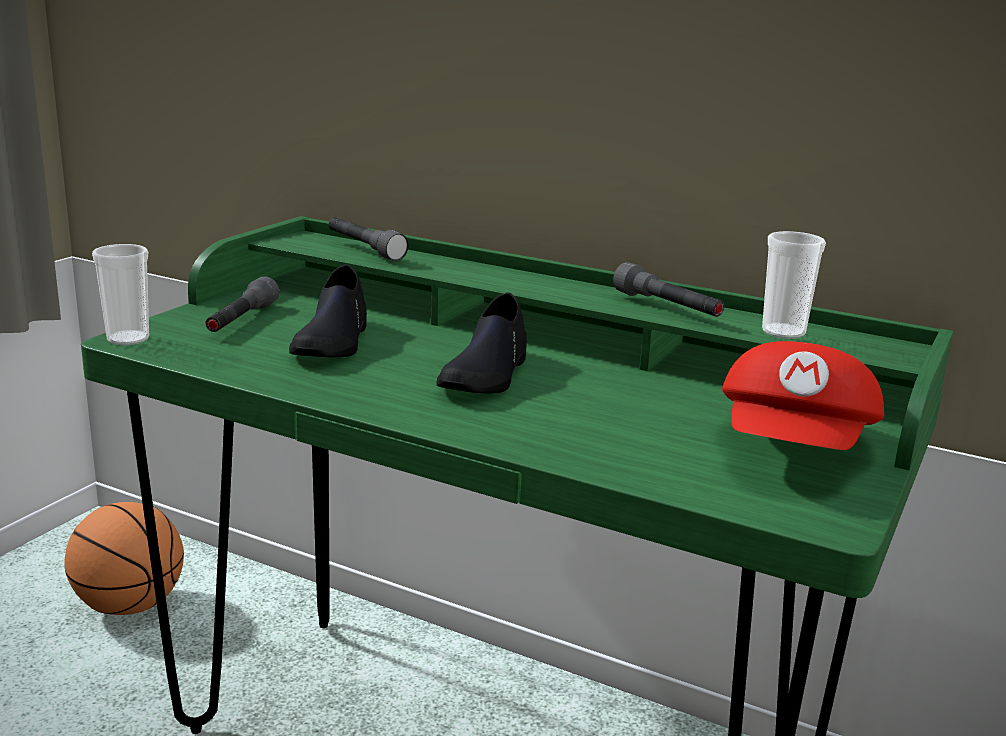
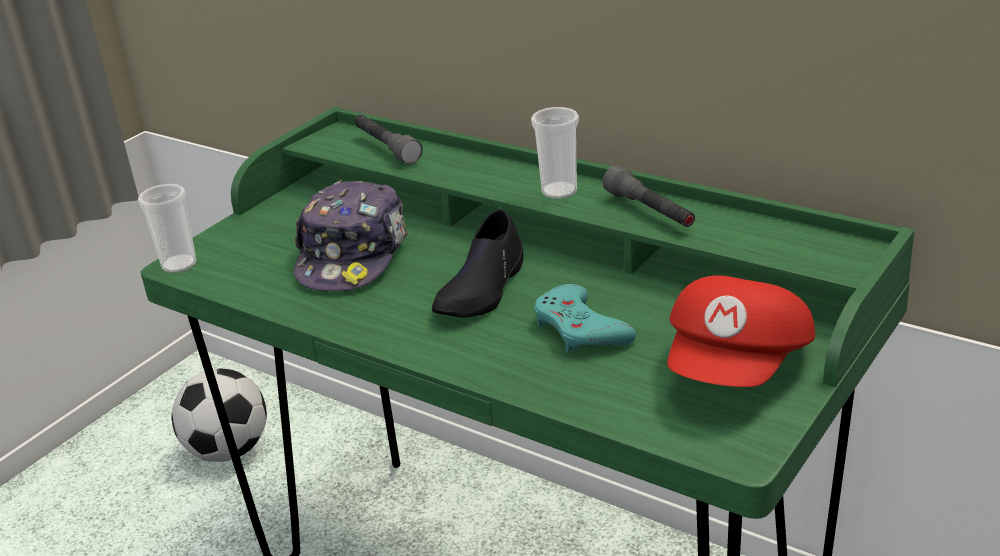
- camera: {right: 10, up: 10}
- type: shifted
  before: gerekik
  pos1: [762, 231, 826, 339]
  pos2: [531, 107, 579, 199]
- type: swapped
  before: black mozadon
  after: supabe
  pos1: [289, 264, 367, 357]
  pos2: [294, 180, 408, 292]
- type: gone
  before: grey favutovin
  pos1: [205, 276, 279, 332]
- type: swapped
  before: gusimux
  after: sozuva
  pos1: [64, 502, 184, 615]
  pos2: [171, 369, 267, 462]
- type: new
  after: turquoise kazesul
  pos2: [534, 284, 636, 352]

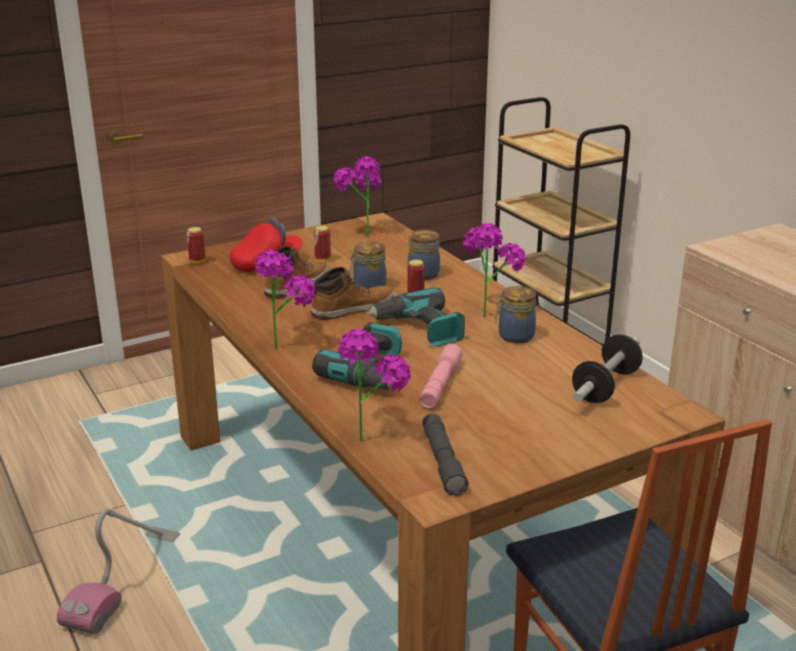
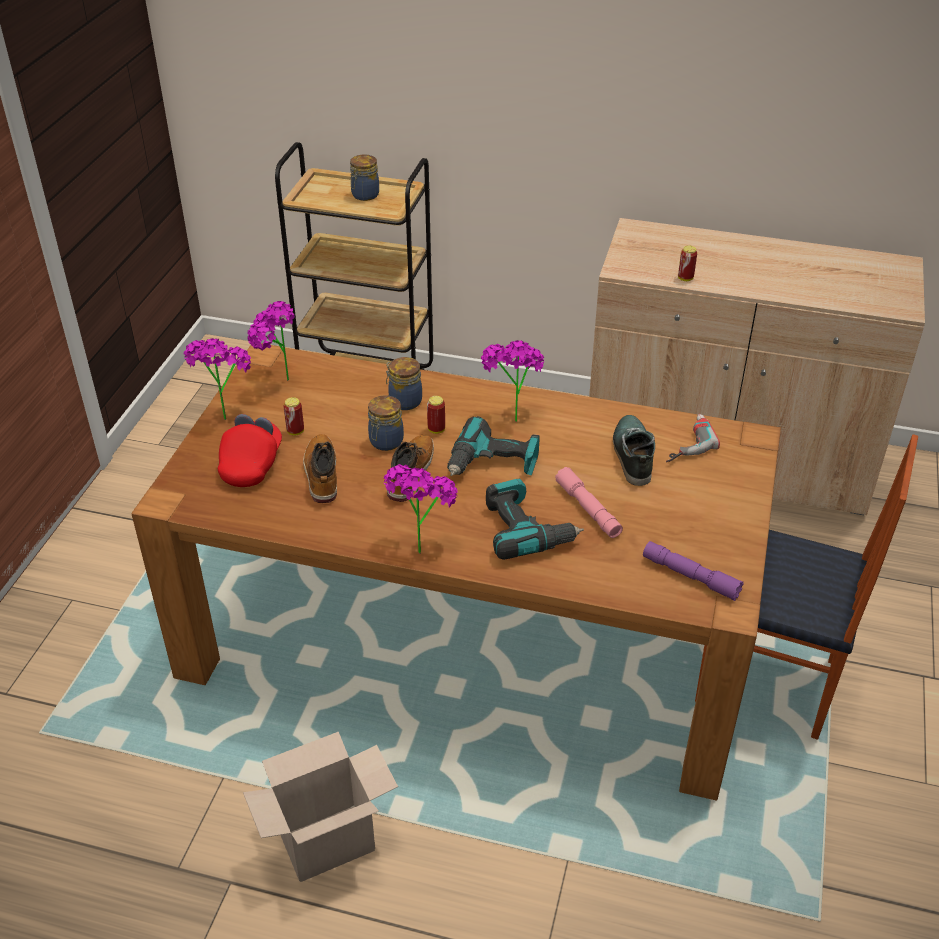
- camera: {right: -45, up: 15}
- type: shifted
  before: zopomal
  pos1: [187, 227, 205, 263]
  pos2: [678, 246, 697, 281]
- type: shifted
  before: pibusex
  pos1: [495, 286, 536, 344]
  pos2: [350, 154, 379, 201]
- type: shifted
  before: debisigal
  pos1: [338, 329, 411, 441]
  pos2: [184, 338, 251, 420]
- type: swapped
  before: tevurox
  after: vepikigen
  pos1: [572, 334, 643, 403]
  pos2: [666, 414, 720, 462]
- type: repainted
  before: grey favutovin
  after: purple favutovin
  pos1: [422, 414, 469, 496]
  pos2: [643, 541, 744, 601]
- type: swapped
  before: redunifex
  after: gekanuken
  pos1: [57, 509, 180, 634]
  pos2: [243, 731, 398, 882]
- type: new
  after: mozadon
  pos2: [613, 415, 655, 486]

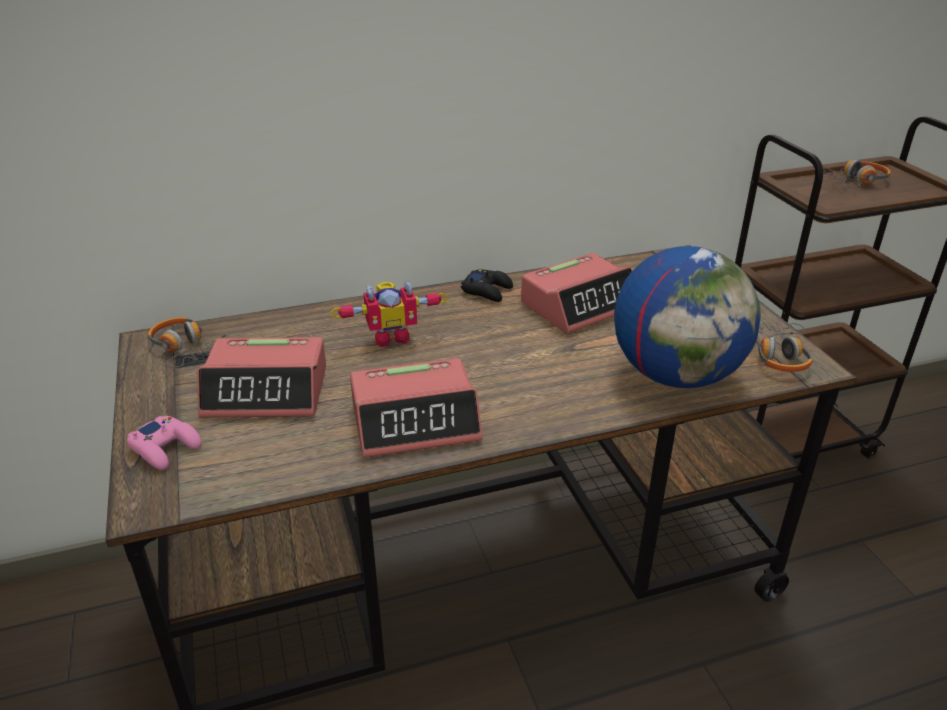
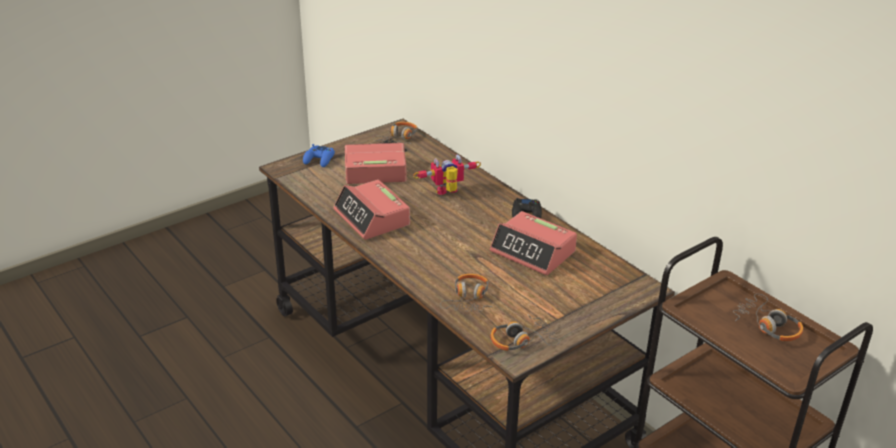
- camera: {right: 70, up: 0}
- type: swapped
  before: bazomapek
  after: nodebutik
  pos1: [614, 246, 761, 388]
  pos2: [440, 274, 492, 312]
- type: rotated
  before: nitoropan
  pos1: [331, 280, 448, 347]
  pos2: [413, 154, 481, 195]
  turn: 105
- type: rotated
  before: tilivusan
  pos1: [197, 337, 326, 418]
  pos2: [345, 143, 406, 184]
  turn: 105
- type: repainted
  before: pink kazesul
  after: blue kazesul
  pos1: [127, 416, 202, 470]
  pos2: [303, 144, 335, 167]

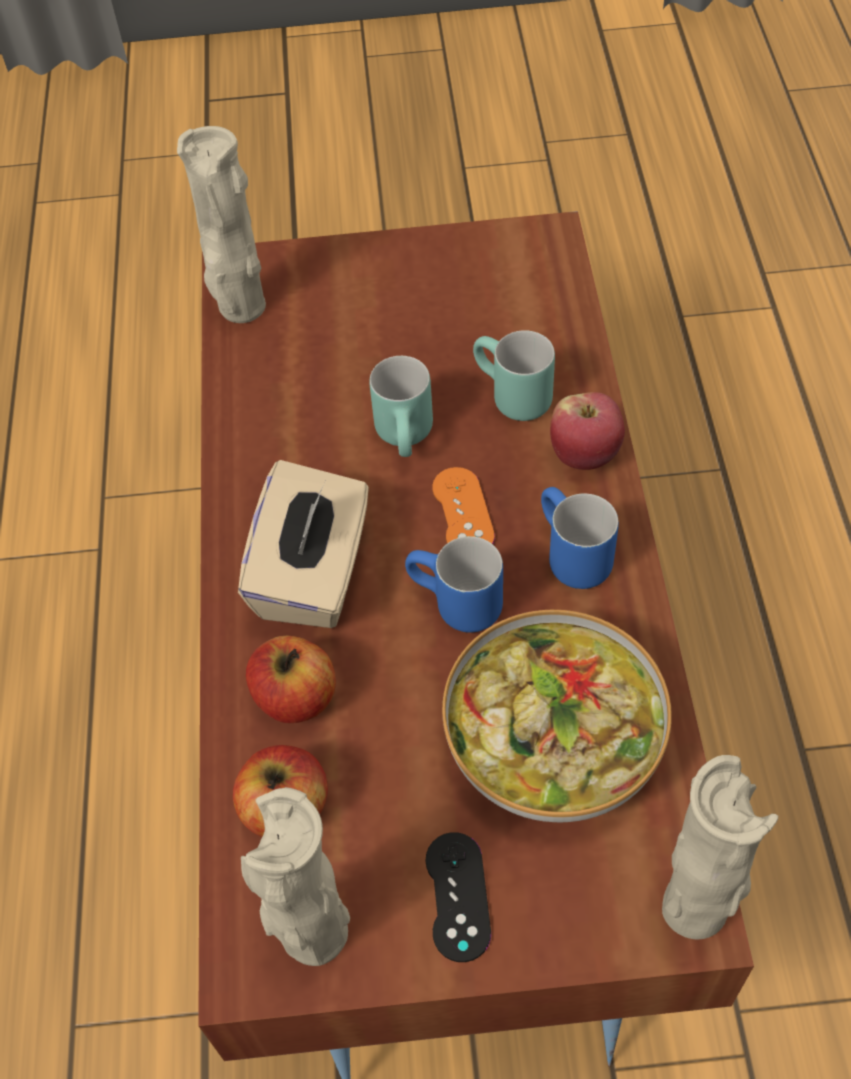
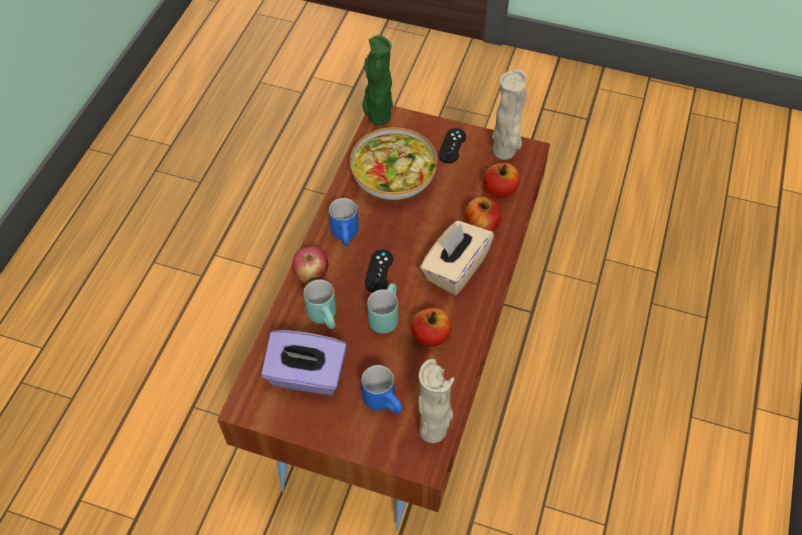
- camera: {right: -160, up: 0}
- type: repainted
  before: orange kazesul
  after: black kazesul
  pos1: [432, 467, 495, 544]
  pos2: [364, 249, 393, 292]
- type: shifted
  before: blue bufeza
  pos1: [405, 536, 503, 632]
  pos2: [361, 365, 402, 414]
- type: repainted
  before: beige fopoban
  after: green fopoban
  pos1: [662, 755, 778, 939]
  pos2: [362, 35, 393, 125]
- type: new
  after: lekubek
  pos2: [411, 308, 452, 347]
- type: new
  after: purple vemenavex
  pos2: [261, 330, 347, 395]

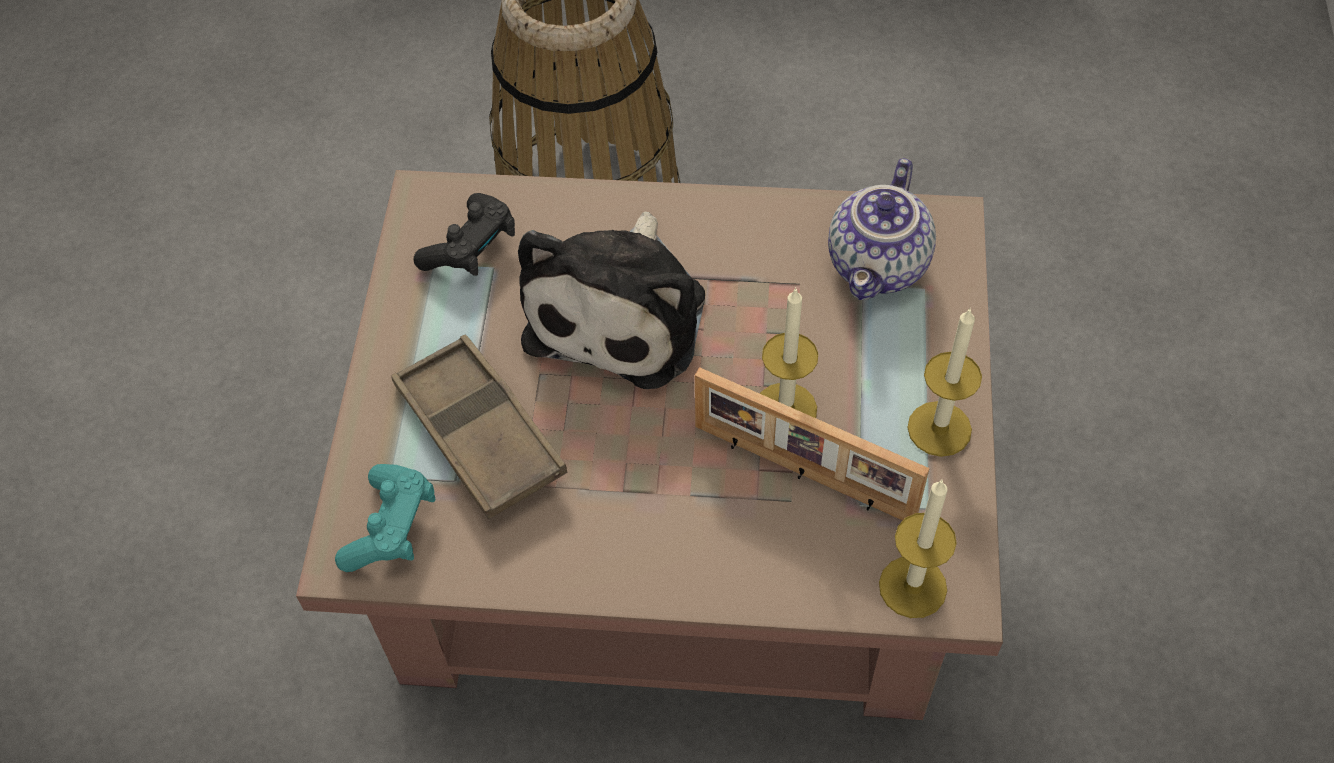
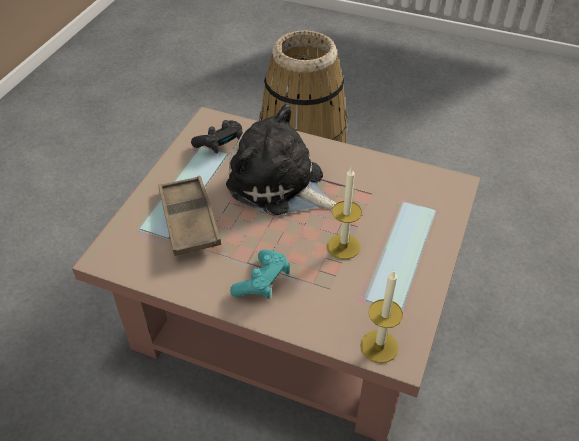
- camera: {right: 15, up: -10}
- type: gone
  before: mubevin
  pos1: [828, 158, 936, 300]
- type: rotated
  before: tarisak
  pos1: [518, 212, 705, 389]
  pos2: [226, 104, 337, 216]
  turn: 90
- type: gone
  before: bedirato
  pos1: [907, 309, 982, 457]
- type: gone
  before: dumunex
  pos1: [695, 367, 930, 520]
- type: shifted
  before: turquoise kazesul
  pos1: [335, 464, 435, 572]
  pos2: [230, 250, 290, 299]

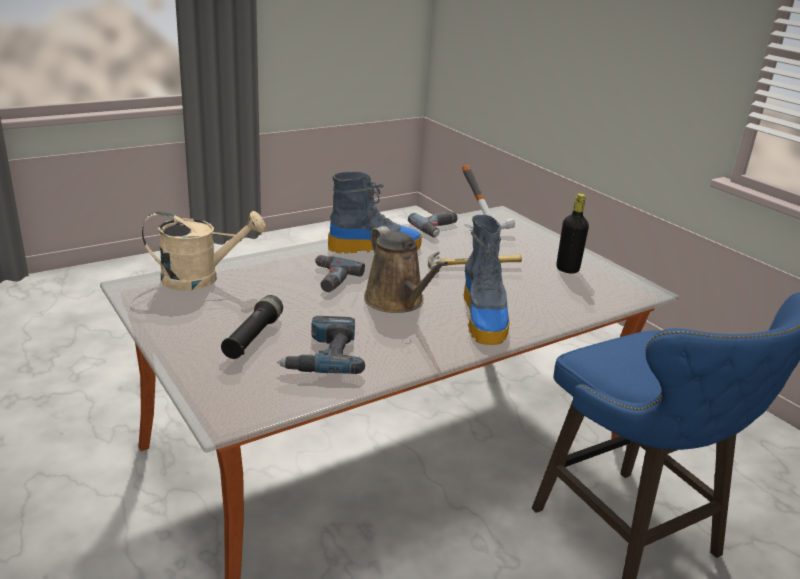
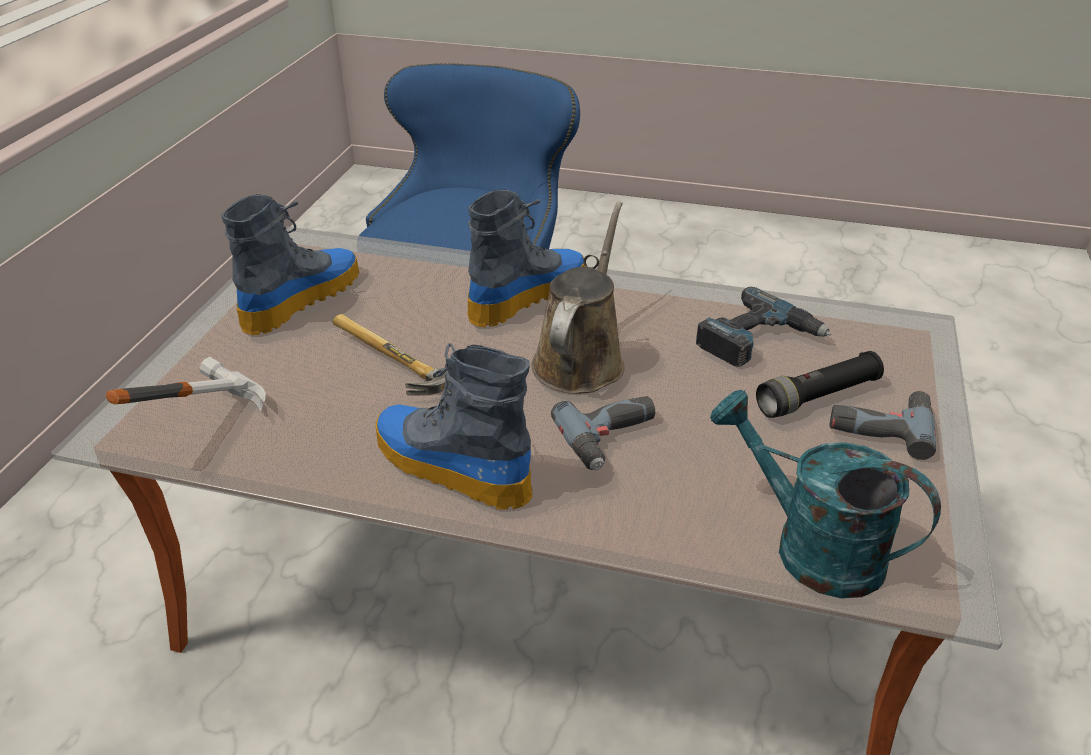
- camera: {right: -130, up: 10}
- type: swapped
  before: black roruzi
  after: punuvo
  pos1: [556, 193, 589, 274]
  pos2: [221, 194, 359, 335]
- type: repainted
  before: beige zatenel
  after: turquoise zatenel
  pos1: [141, 211, 266, 291]
  pos2: [710, 390, 941, 598]
- type: shifted
  before: vepikigen
  pos1: [408, 211, 457, 237]
  pos2: [829, 391, 936, 460]

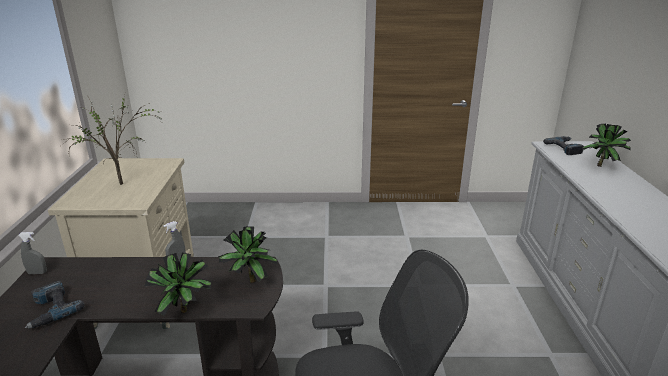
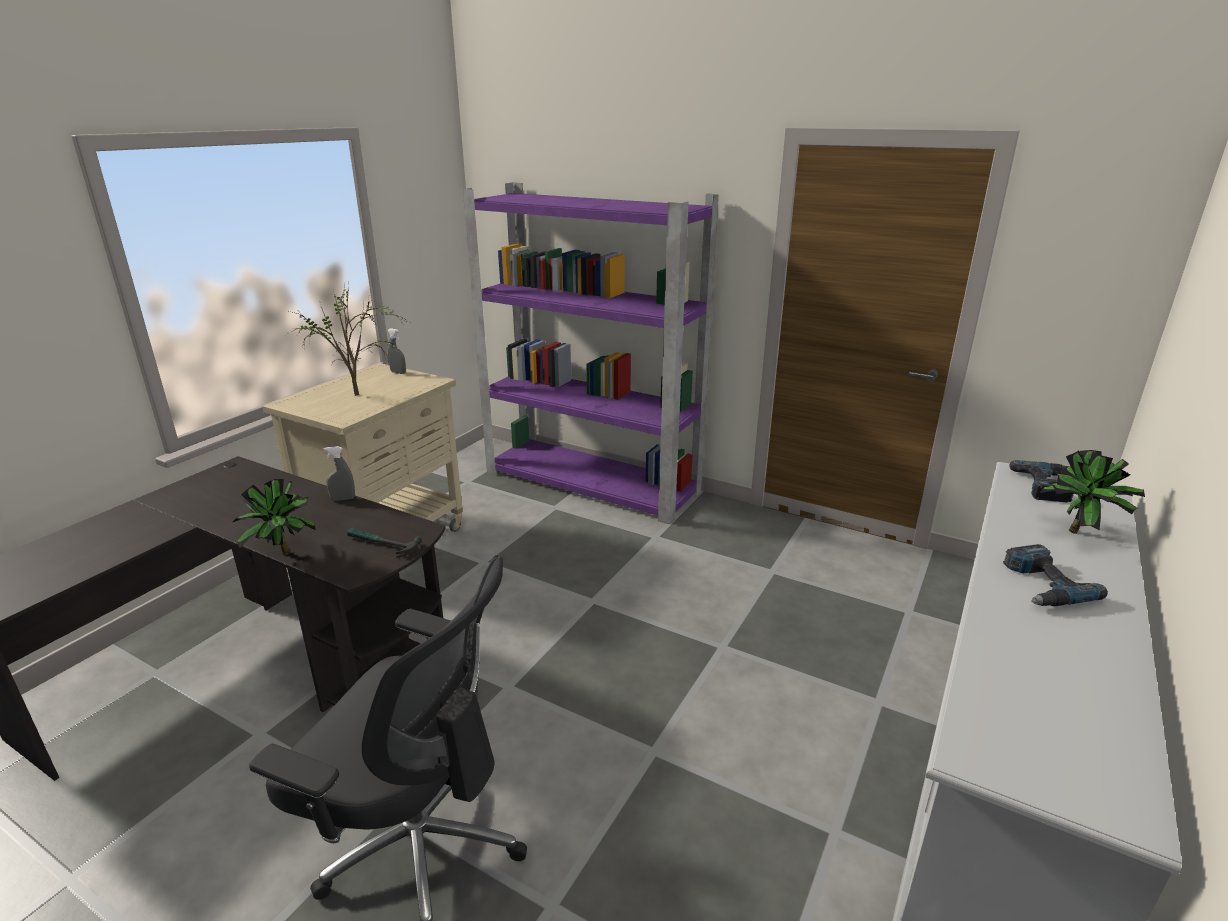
- camera: {right: 30, up: 0}
- type: swapped
  before: debisigal
  after: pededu
  pos1: [218, 226, 277, 283]
  pos2: [347, 527, 422, 558]
- type: shifted
  before: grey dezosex
  pos1: [18, 232, 47, 274]
  pos2: [387, 328, 406, 374]
- type: shifted
  before: vepikigen
  pos1: [25, 281, 85, 329]
  pos2: [1003, 544, 1108, 606]
- type: new
  after: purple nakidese
  pos2: [463, 182, 719, 524]

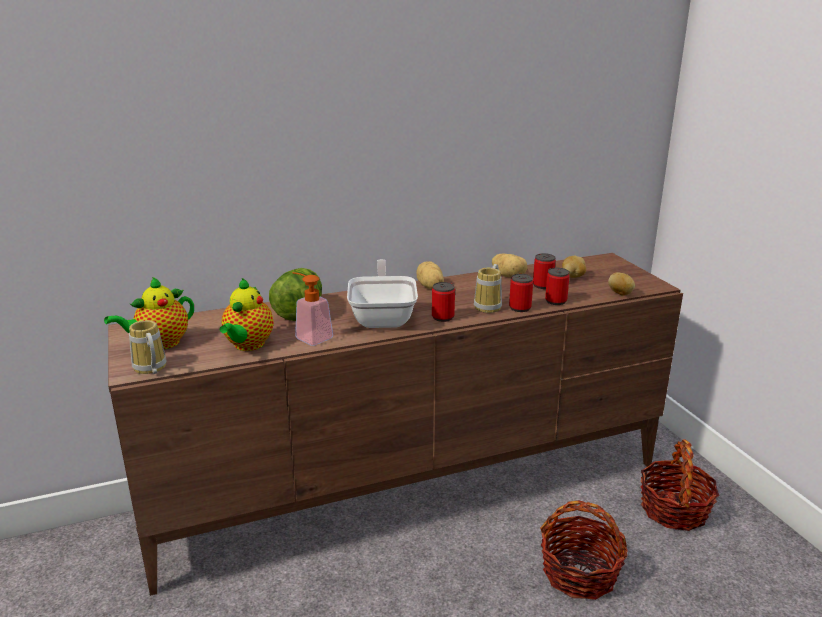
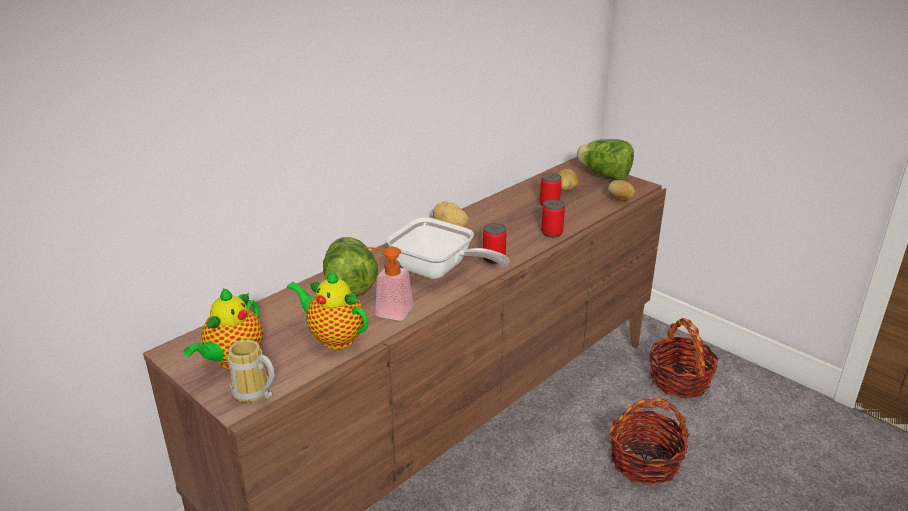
- camera: {right: -25, up: 5}
- type: gone
  before: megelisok
  pos1: [492, 254, 527, 277]
- type: rotated
  before: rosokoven
  pos1: [347, 259, 418, 328]
  pos2: [387, 217, 509, 279]
  turn: 150
- type: gone
  before: bufeza
  pos1: [474, 264, 502, 313]
- type: gone
  before: zopomal
  pos1: [545, 268, 570, 305]
- type: rotated
  before: mubevin
  pos1: [219, 278, 274, 351]
  pos2: [287, 270, 368, 349]
  turn: 135
- type: new
  after: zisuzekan
  pos2: [577, 139, 634, 180]

